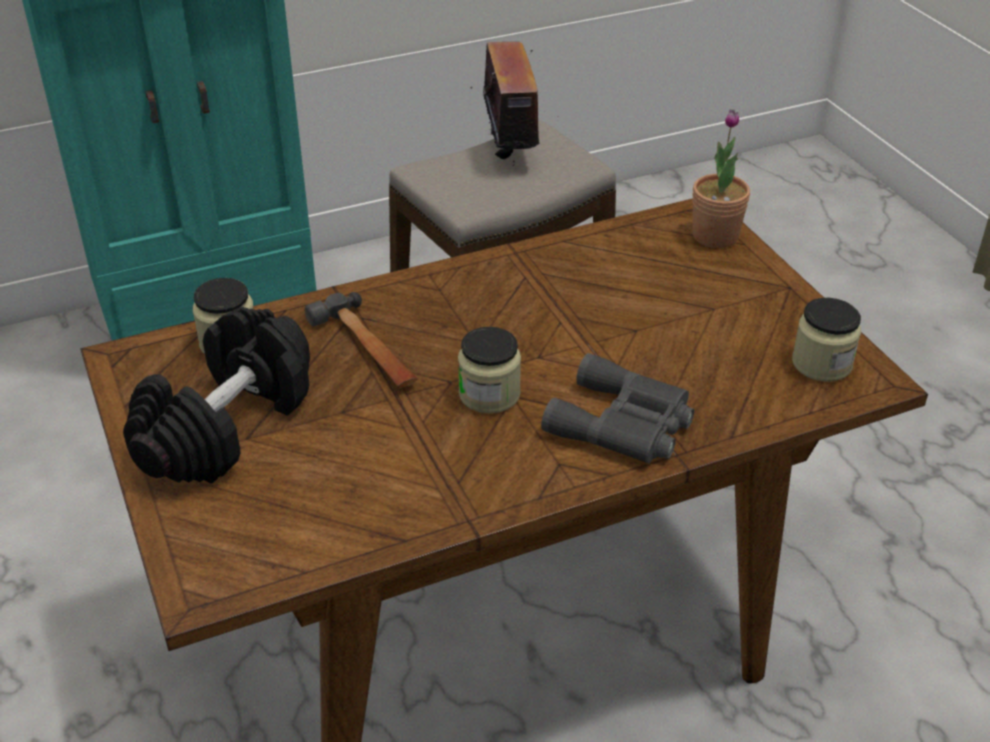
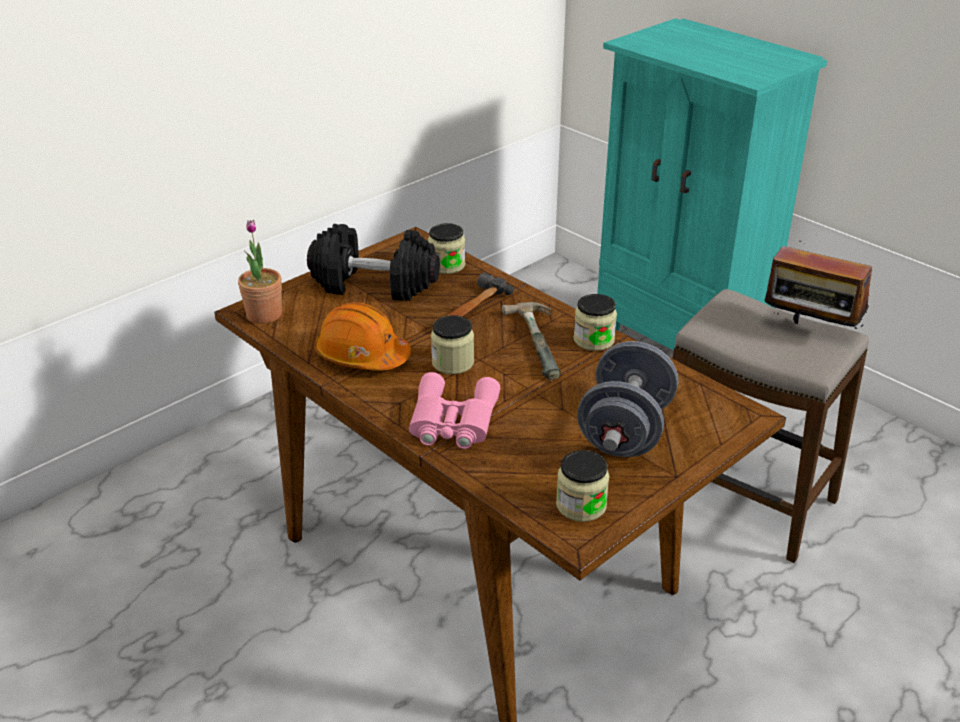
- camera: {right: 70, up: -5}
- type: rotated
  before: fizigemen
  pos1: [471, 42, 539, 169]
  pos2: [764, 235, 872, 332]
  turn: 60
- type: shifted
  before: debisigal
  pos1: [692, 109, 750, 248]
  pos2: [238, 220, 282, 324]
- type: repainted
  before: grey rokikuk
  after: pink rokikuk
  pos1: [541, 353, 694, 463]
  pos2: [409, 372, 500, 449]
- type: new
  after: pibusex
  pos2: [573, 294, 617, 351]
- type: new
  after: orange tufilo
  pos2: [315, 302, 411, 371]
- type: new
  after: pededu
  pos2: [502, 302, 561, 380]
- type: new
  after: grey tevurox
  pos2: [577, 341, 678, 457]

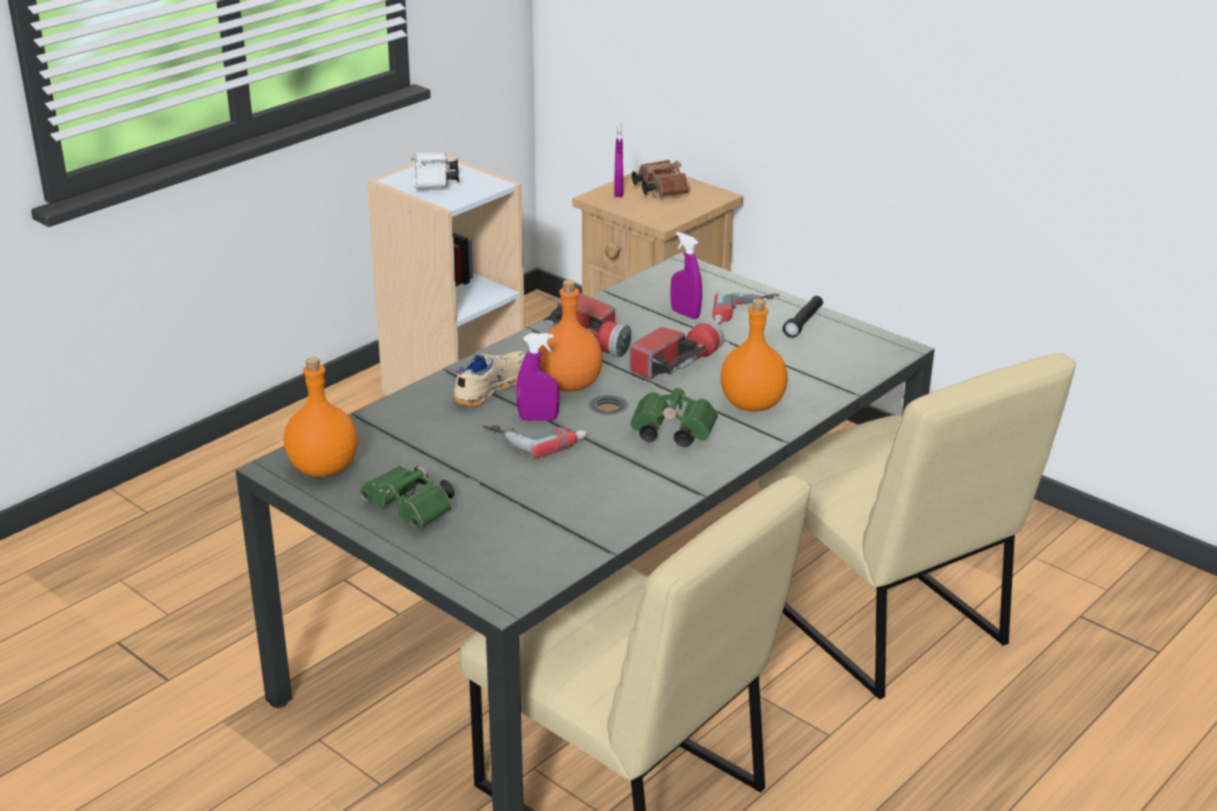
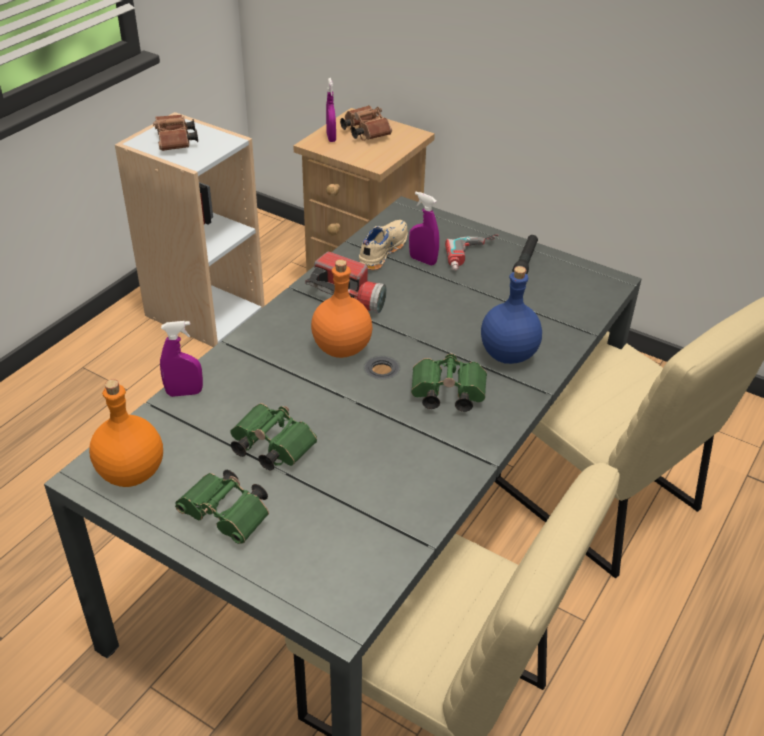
- camera: {right: -10, up: 10}
- type: repainted
  before: white rokikuk
  after: brown rokikuk
  pos1: [411, 152, 459, 188]
  pos2: [153, 115, 198, 151]
- type: repainted
  before: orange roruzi
  after: blue roruzi
  pos1: [720, 298, 788, 411]
  pos2: [481, 266, 542, 364]
- type: gone
  before: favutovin
  pos1: [630, 319, 724, 379]
- type: shifted
  before: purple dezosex
  pos1: [517, 333, 560, 421]
  pos2: [160, 321, 203, 397]
- type: shifted
  before: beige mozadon
  pos1: [453, 351, 526, 407]
  pos2: [359, 220, 408, 270]
- type: gone
  before: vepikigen
  pos1: [483, 425, 587, 459]
- type: new
  after: green rokikuk
  pos2: [230, 403, 317, 470]

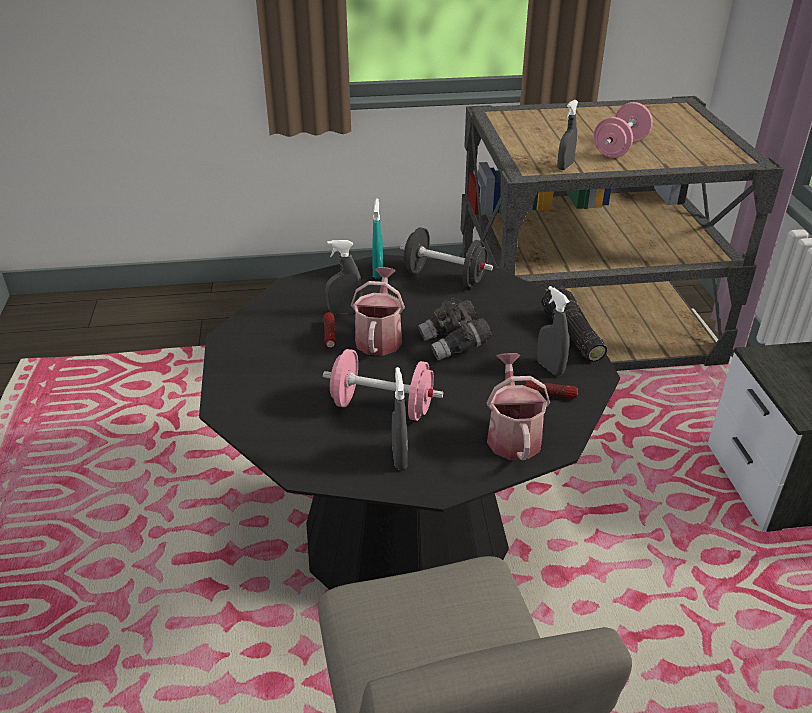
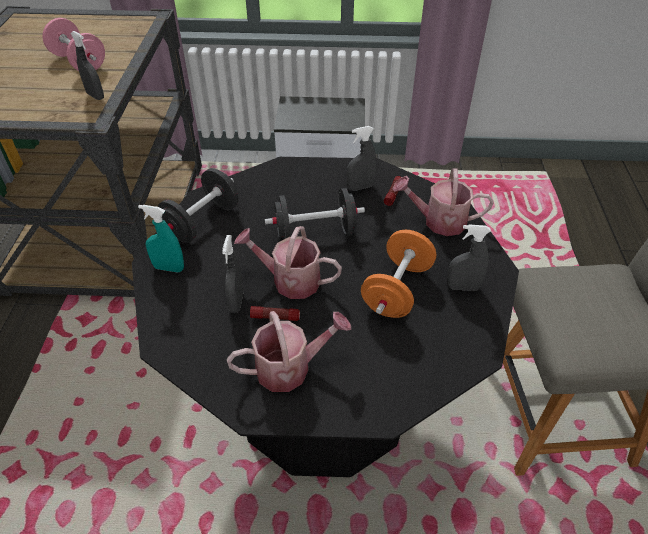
- camera: {right: -80, up: 10}
- type: gone
  before: favutovin
  pos1: [541, 286, 607, 362]
- type: swapped
  before: grey rokikuk
  after: black tevurox
  pos1: [418, 298, 492, 361]
  pos2: [265, 188, 365, 239]
- type: repainted
  before: pink tevurox
  after: orange tevurox
  pos1: [323, 349, 443, 421]
  pos2: [361, 230, 436, 318]
- type: new
  after: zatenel
  pos2: [227, 311, 351, 392]

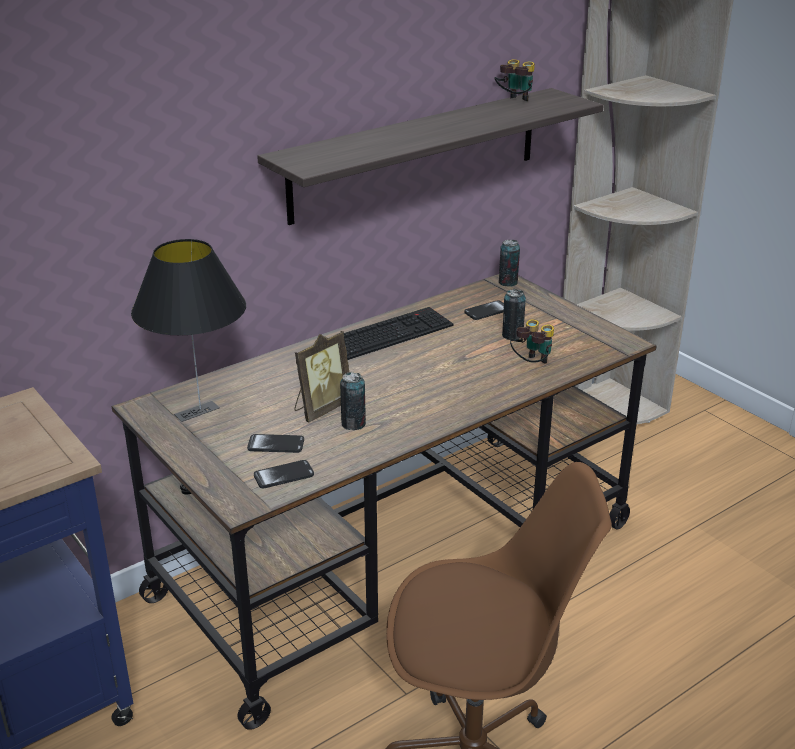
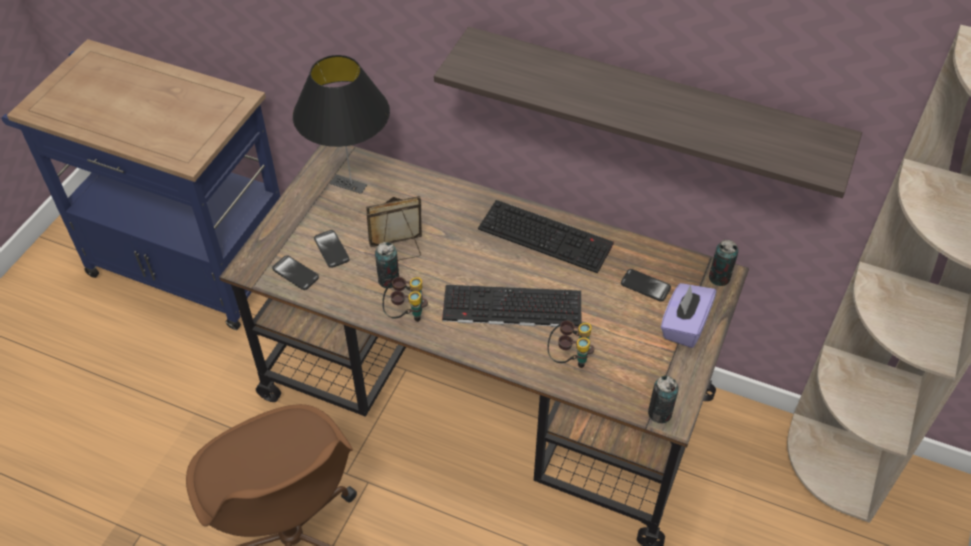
- camera: {right: 60, up: 20}
- type: shifted
  before: rokikuk
  pos1: [494, 59, 535, 101]
  pos2: [382, 277, 428, 322]
- type: shifted
  before: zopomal
  pos1: [502, 289, 526, 340]
  pos2: [648, 375, 679, 424]
- type: rotated
  before: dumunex
  pos1: [294, 331, 349, 422]
  pos2: [366, 196, 422, 261]
  turn: 150
- type: new
  after: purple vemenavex
  pos2: [661, 283, 716, 348]
- type: new
  after: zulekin
  pos2: [442, 285, 581, 327]

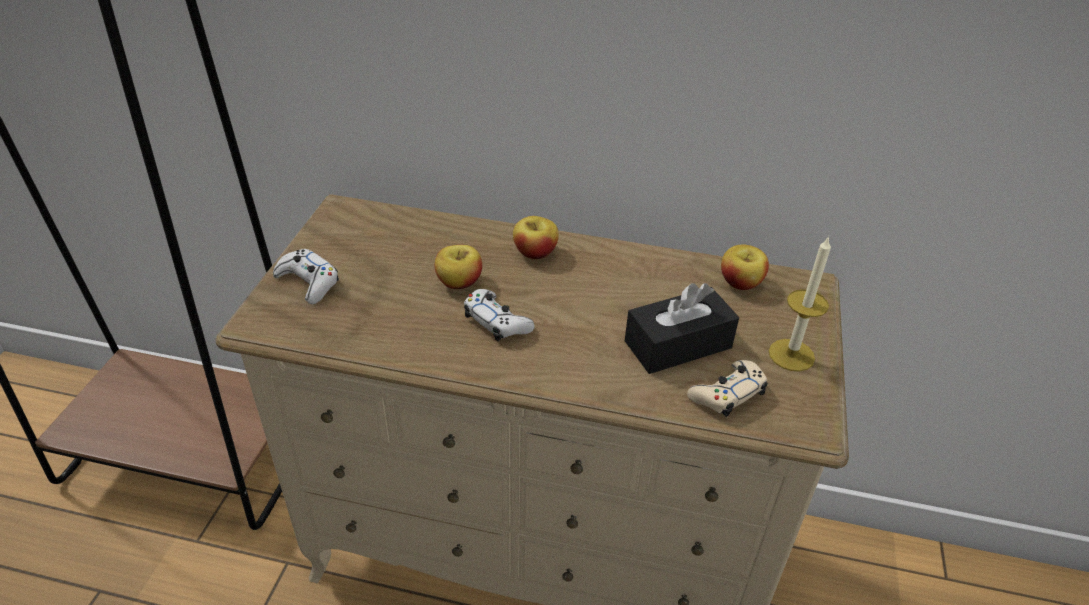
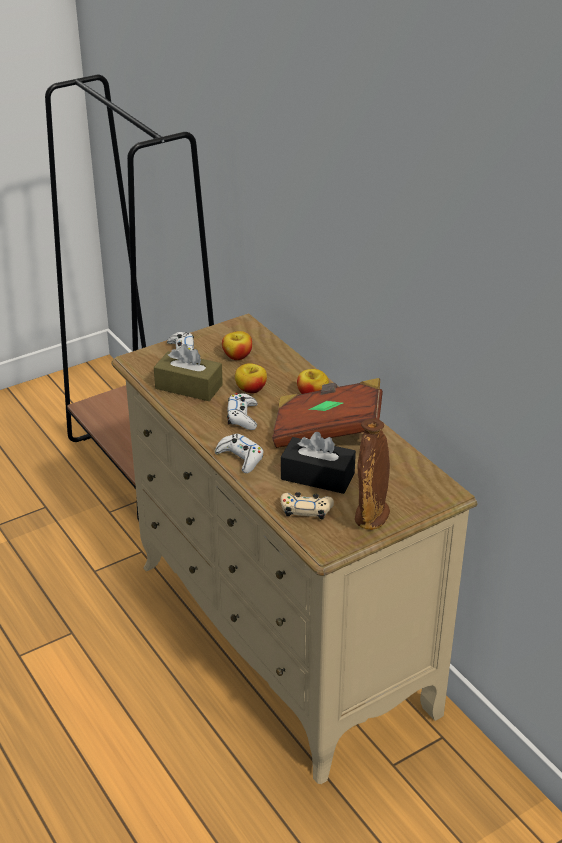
- camera: {right: 45, up: -5}
- type: swapped
  before: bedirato
  after: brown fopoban
  pos1: [769, 236, 831, 372]
  pos2: [355, 419, 390, 530]
- type: shifted
  before: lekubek
  pos1: [721, 245, 769, 290]
  pos2: [222, 331, 252, 360]
- type: new
  after: brown vemenavex
  pos2: [154, 344, 223, 401]
- type: new
  after: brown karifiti
  pos2: [272, 378, 383, 448]
- type: new
  after: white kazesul
  pos2: [215, 434, 264, 473]

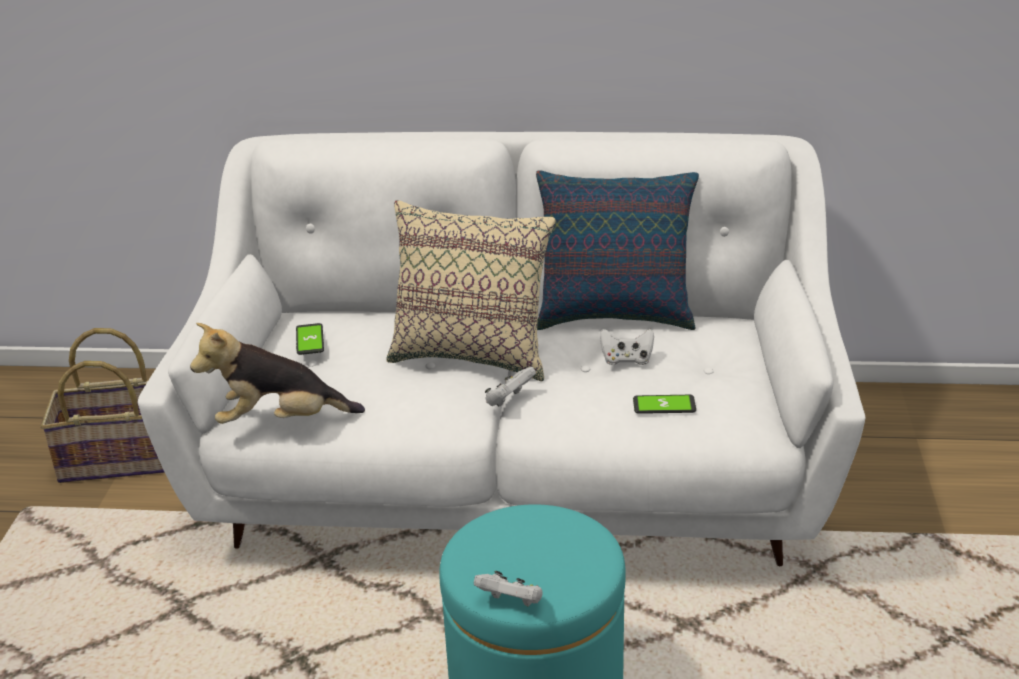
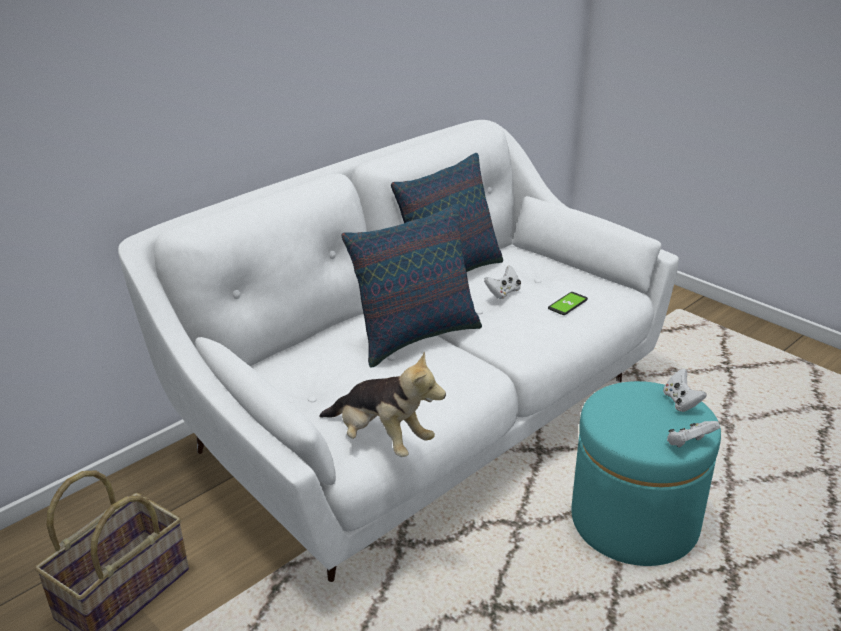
- camera: {right: -50, up: 0}
- type: repainted
  before: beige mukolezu
  after: blue mukolezu
  pos1: [386, 200, 555, 381]
  pos2: [342, 204, 482, 368]
- type: rotated
  before: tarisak
  pos1: [190, 323, 365, 424]
  pos2: [319, 352, 446, 457]
  turn: -90
- type: gone
  before: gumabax
  pos1: [296, 323, 324, 355]
- type: shifted
  before: white kazesul
  pos1: [485, 367, 536, 406]
  pos2: [663, 368, 707, 412]

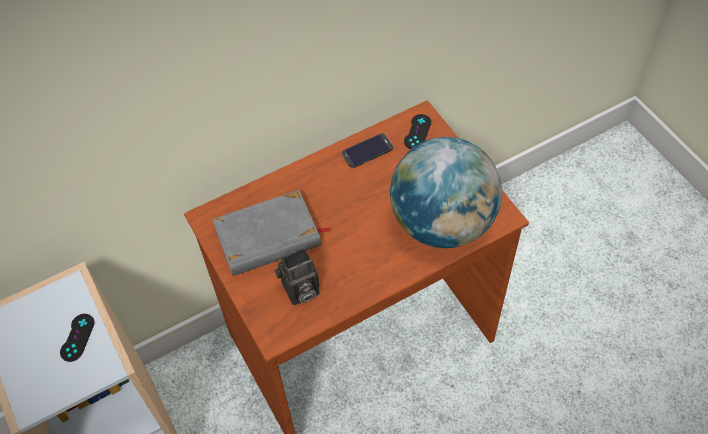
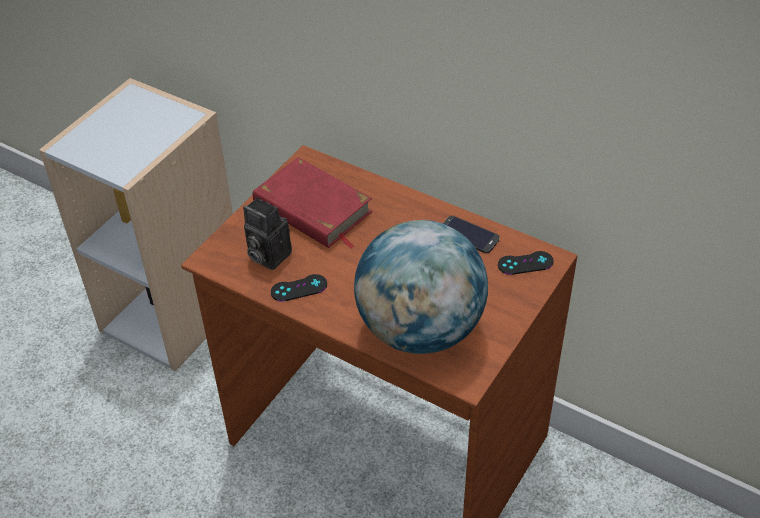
- camera: {right: 60, up: -10}
- type: repainted
  before: grey karifiti
  after: red karifiti
  pos1: [212, 190, 332, 276]
  pos2: [253, 157, 372, 249]
- type: shifted
  before: black kazesul
  pos1: [60, 314, 95, 362]
  pos2: [271, 274, 327, 302]

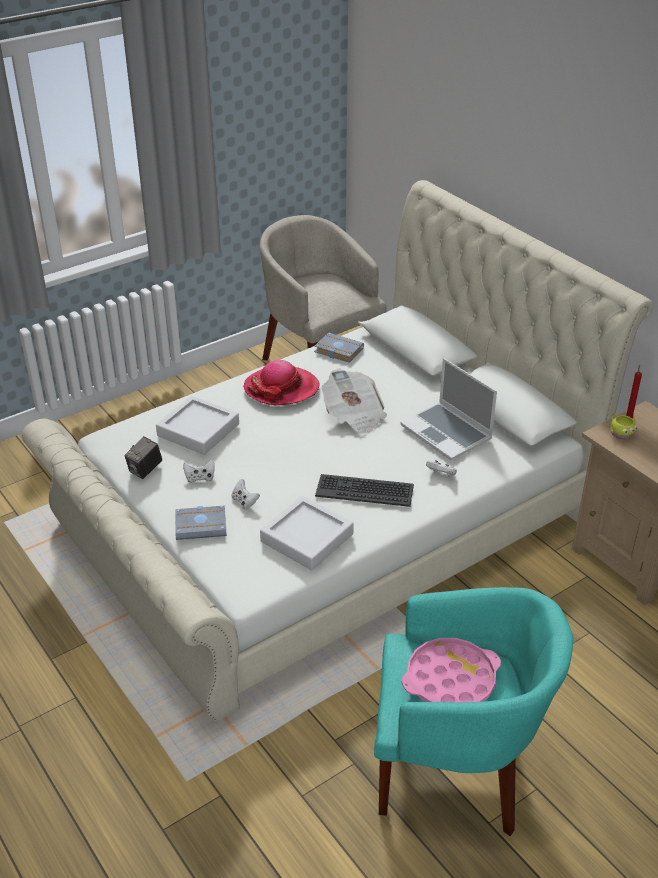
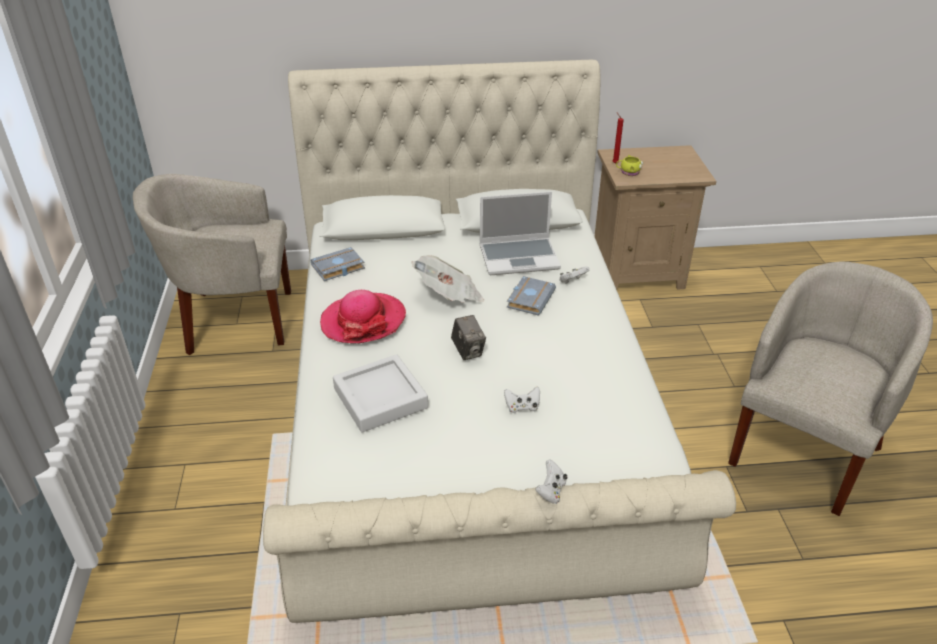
- camera: {right: -60, up: 0}
- type: shifted
  before: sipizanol
  pos1: [125, 436, 162, 479]
  pos2: [451, 315, 486, 360]
- type: shifted
  before: white kazesul
  pos1: [183, 460, 215, 483]
  pos2: [535, 460, 567, 504]
- type: gone
  before: zulekin
  pos1: [315, 474, 414, 507]
- type: gone
  before: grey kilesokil
  pos1: [260, 496, 354, 570]
- type: shifted
  before: grey karifiti
  pos1: [175, 505, 227, 540]
  pos2: [507, 276, 556, 316]
- type: repainted
  before: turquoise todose
  after: beige todose
  pos1: [374, 587, 573, 836]
  pos2: [728, 262, 933, 516]
- type: gone
  before: pink kilesokil
  pos1: [402, 638, 501, 702]

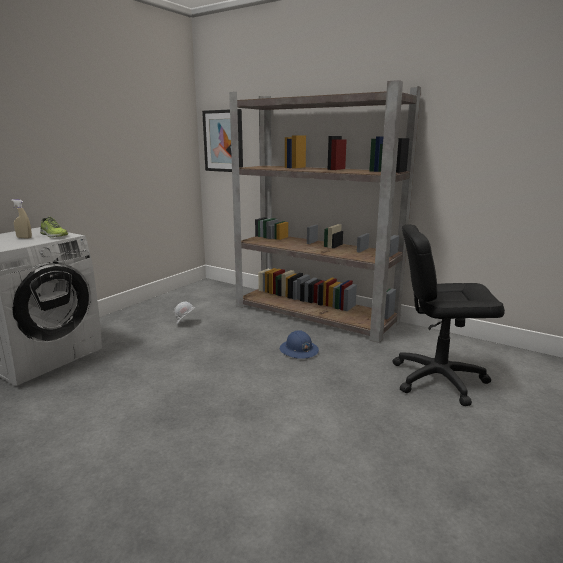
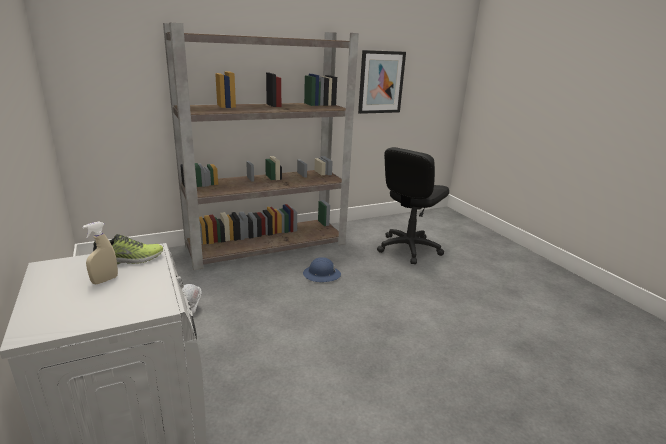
- camera: {right: -60, up: 5}
- type: shifted
  before: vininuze
  pos1: [202, 109, 243, 172]
  pos2: [358, 50, 406, 114]

